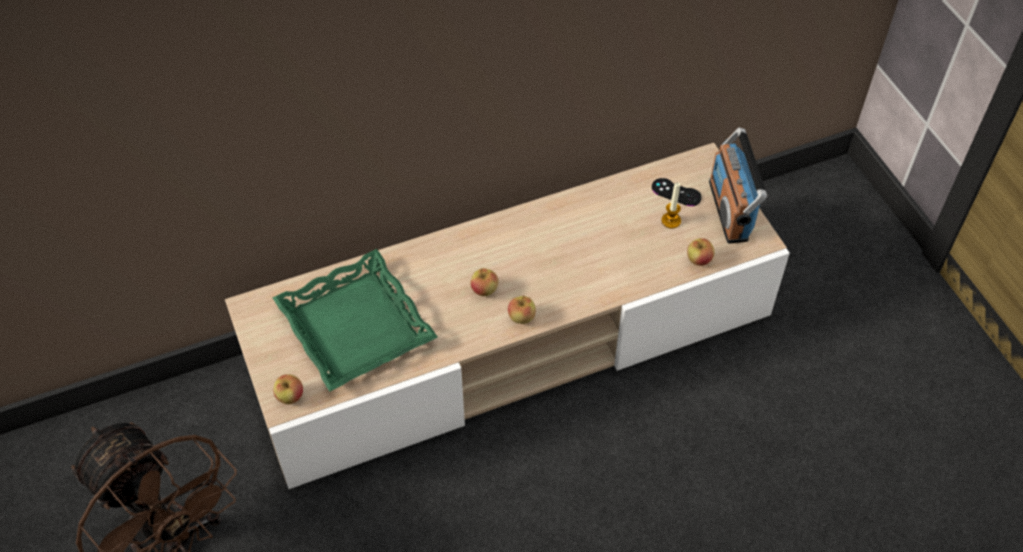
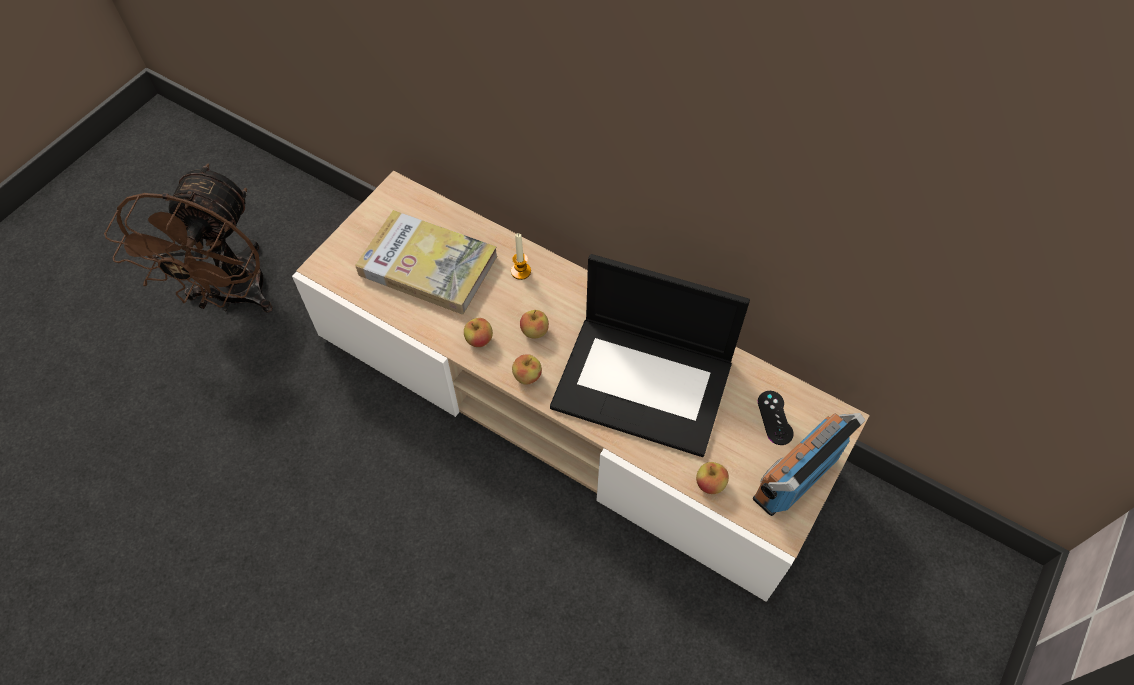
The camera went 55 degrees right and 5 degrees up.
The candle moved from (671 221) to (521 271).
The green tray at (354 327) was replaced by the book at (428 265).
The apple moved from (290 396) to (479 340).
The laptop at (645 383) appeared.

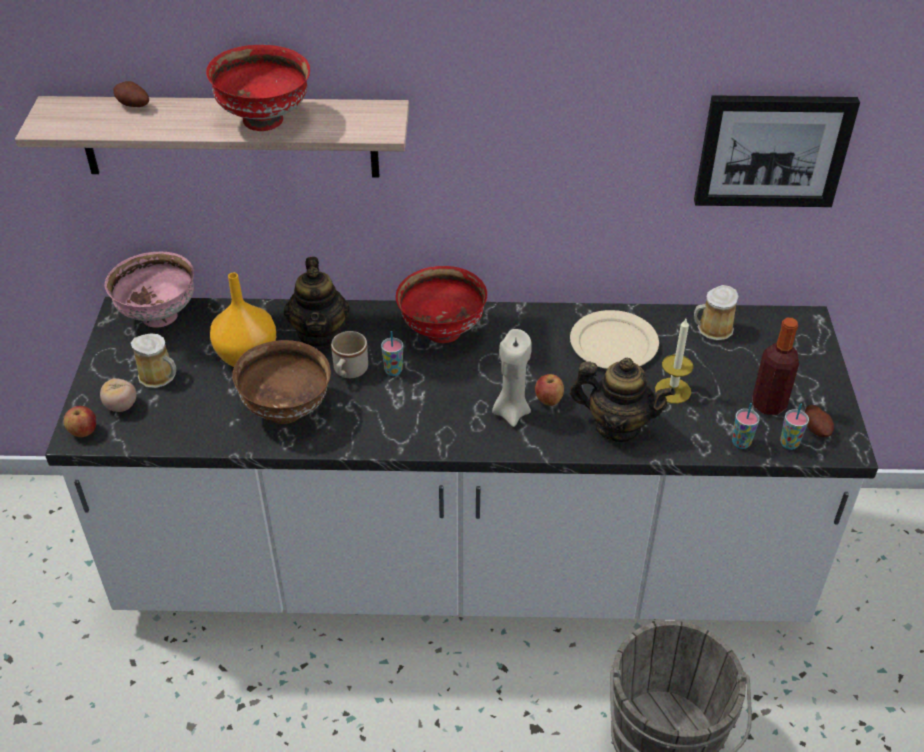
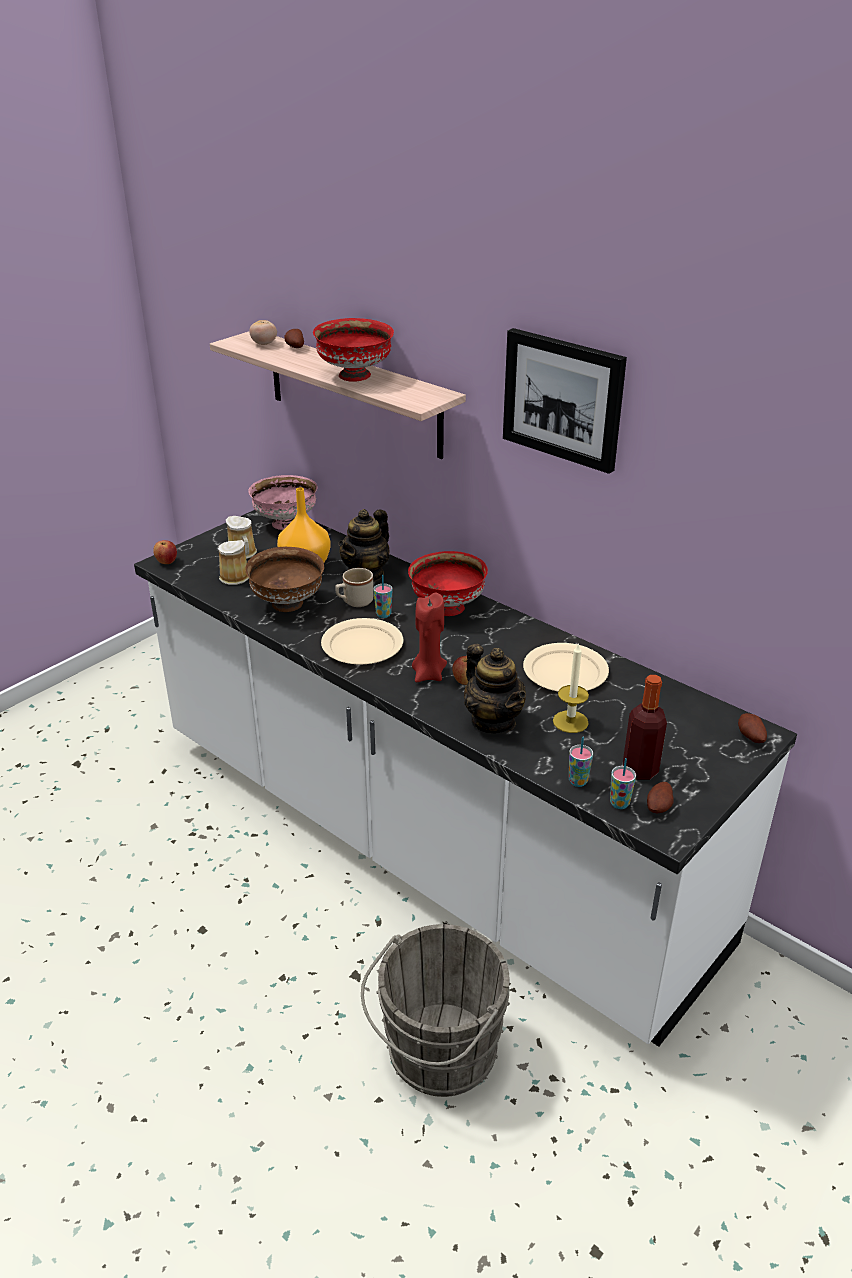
The camera went 40 degrees right and 10 degrees down.
The picture moved from (772 150) to (563 399).
The mug moved from (712 329) to (233 577).
The beige candle at (511 412) became the red candle at (428 674).
The tomato moved from (121 406) to (264 344).
The beige plate at (362 645) appeared.
The potato at (750 737) appeared.

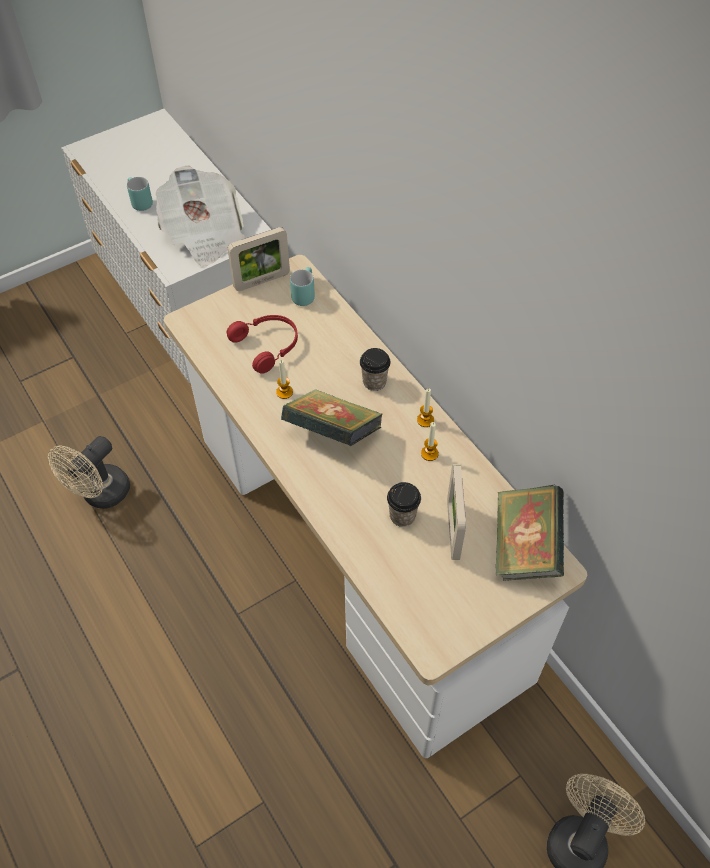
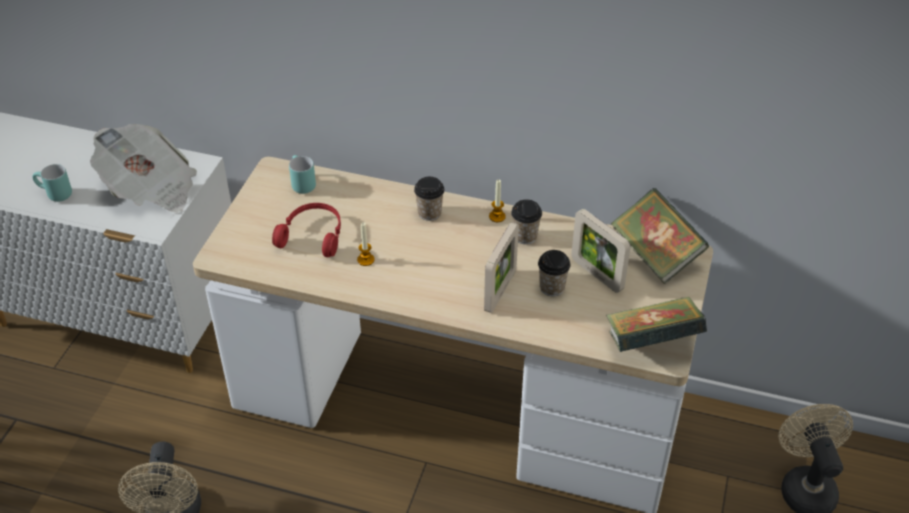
The camera went 40 degrees left and 10 degrees down.
The picture frame moved from (262 281) to (500 291).
The book moved from (332 433) to (651 343).
The candle at (429 453) was replaced by the cup at (525 236).

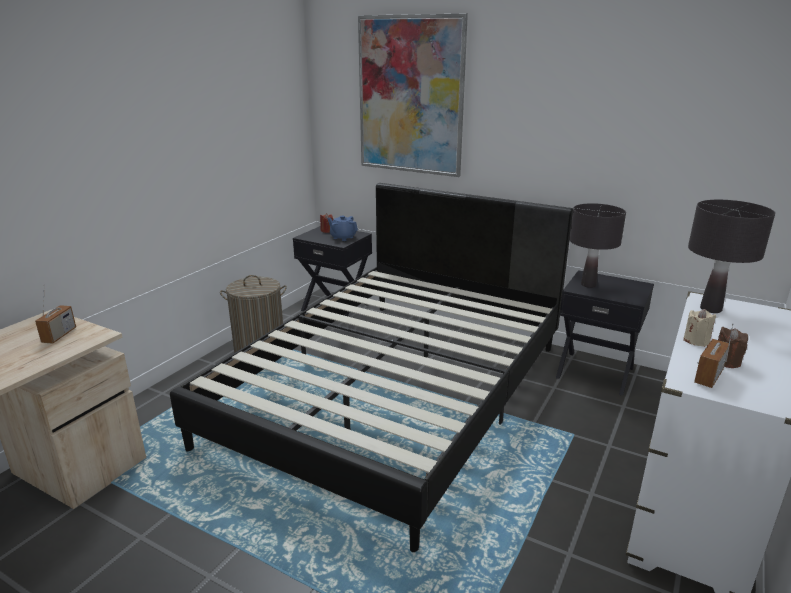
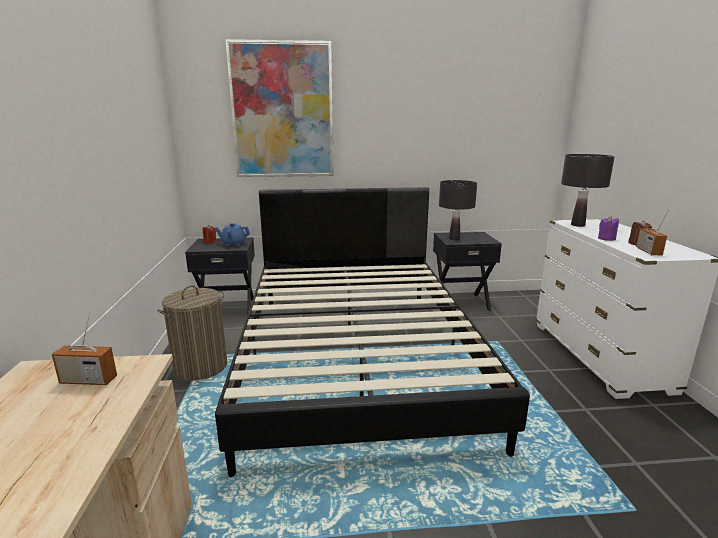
The camera went 35 degrees left and 5 degrees down.
The radio at (59 335) turned 120 degrees clockwise.
The beige candle at (696 341) became the purple candle at (606 239).

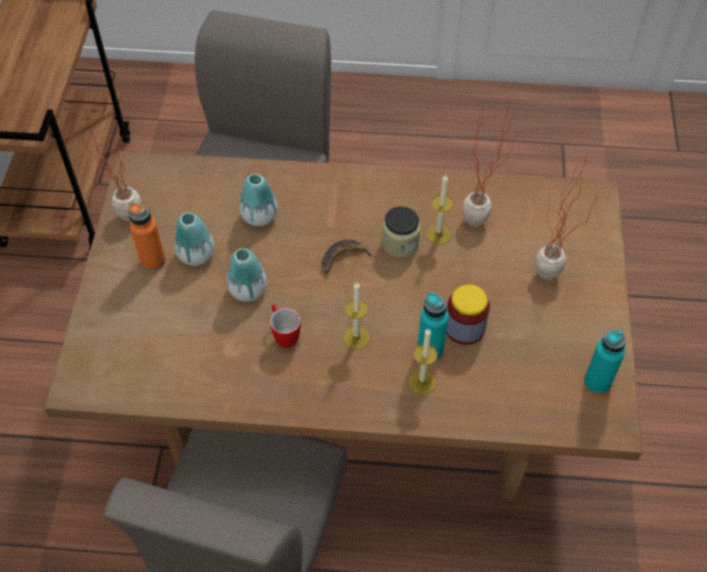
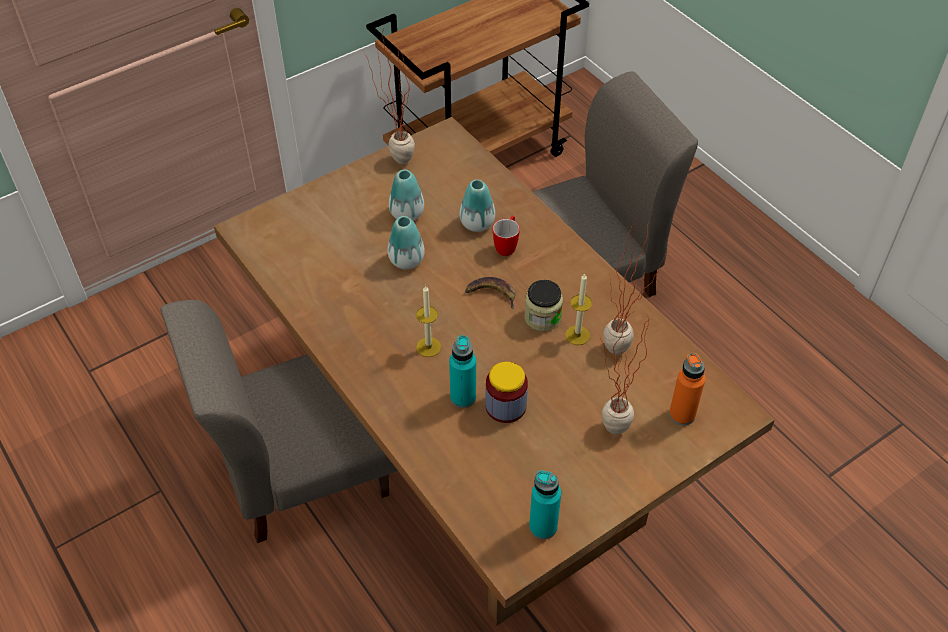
The camera went 50 degrees right and 5 degrees down.
The orange bottle moved from (153 261) to (682 414).
The mug moved from (284 335) to (507 246).
The candle at (422 382) disappeared.

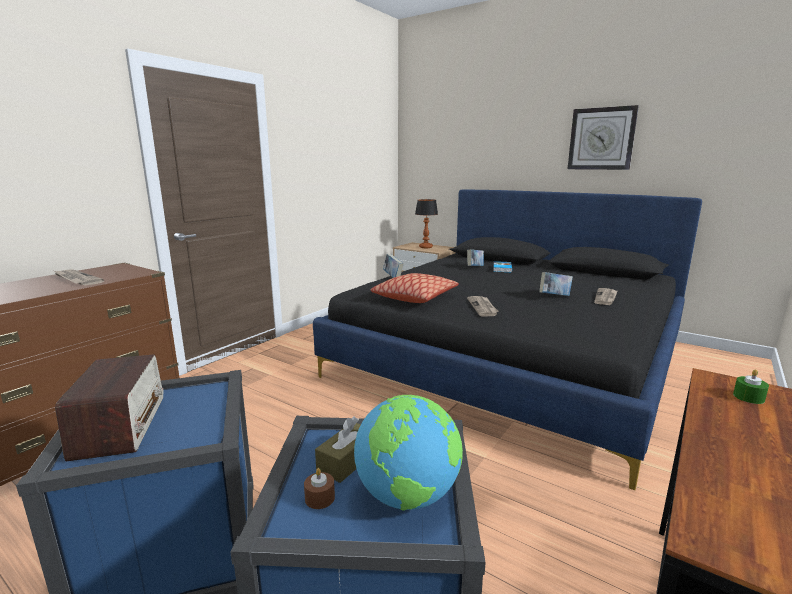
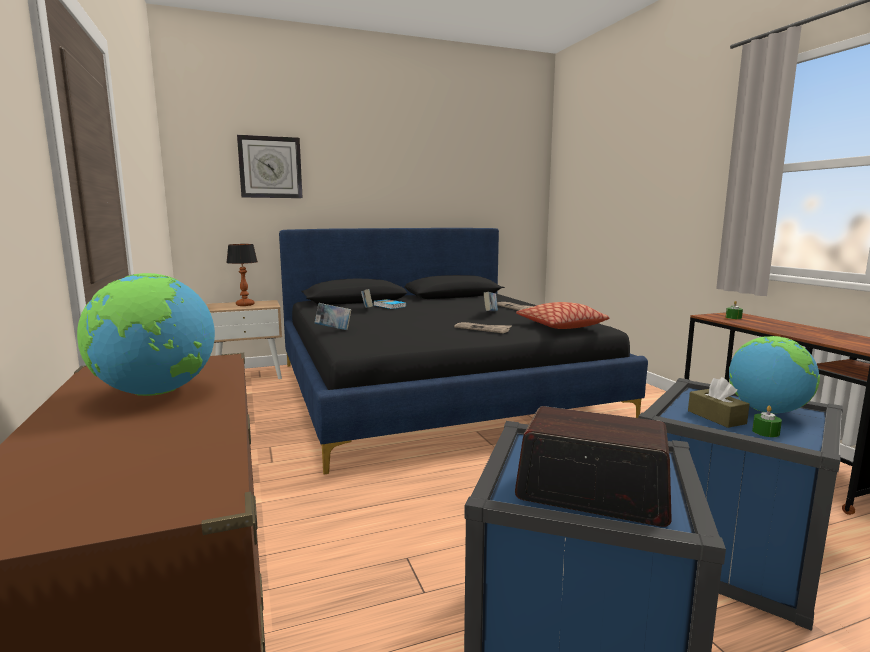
The camera went 55 degrees left and 5 degrees down.
The wall clock moved from (601 139) to (270 167).
The newspaper at (76 279) was replaced by the globe at (155 393).
The pillow moved from (415 297) to (560 326).
The brown candle at (320 498) became the green candle at (765 432).

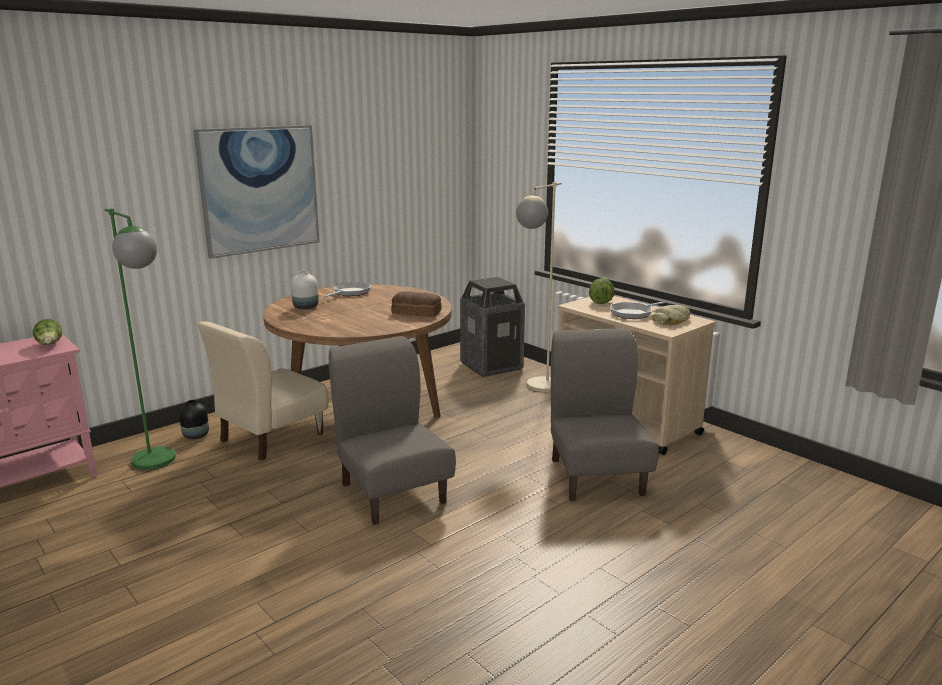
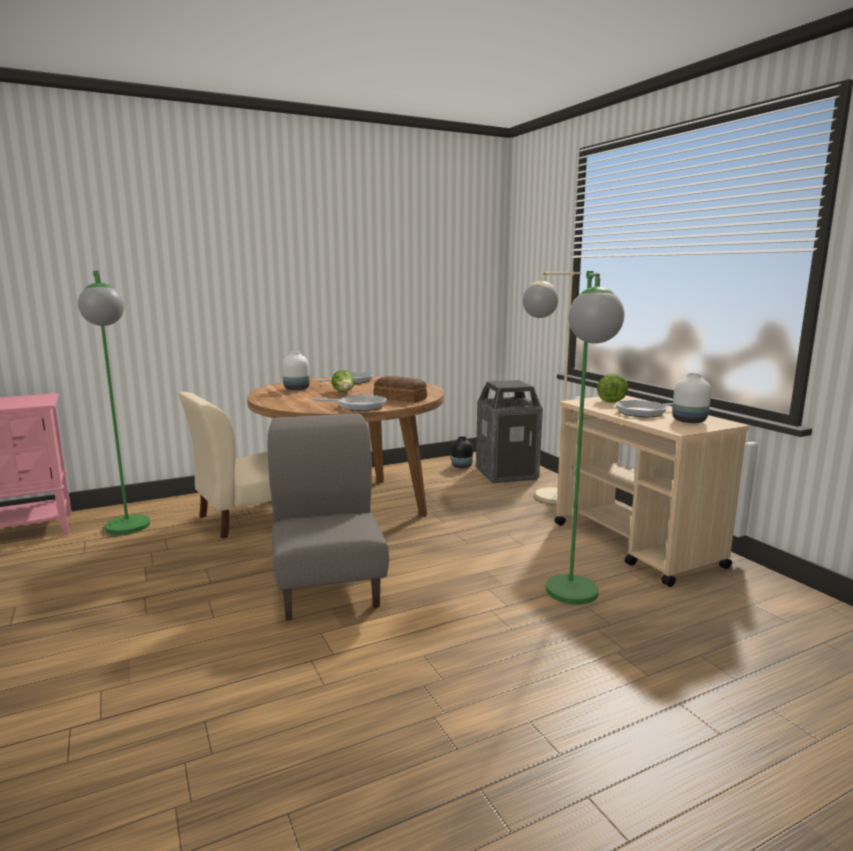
The camera went 15 degrees right and 5 degrees down.
The picture at (259 189) disappeared.
The bread at (671 320) was replaced by the white vase at (690 421).
The lettuce moved from (50 345) to (344 392).
The grey chair at (596 476) was replaced by the green floor lamp at (574 601).
The black vase moved from (196 435) to (461 466).
The frying pan at (359 406) appeared.

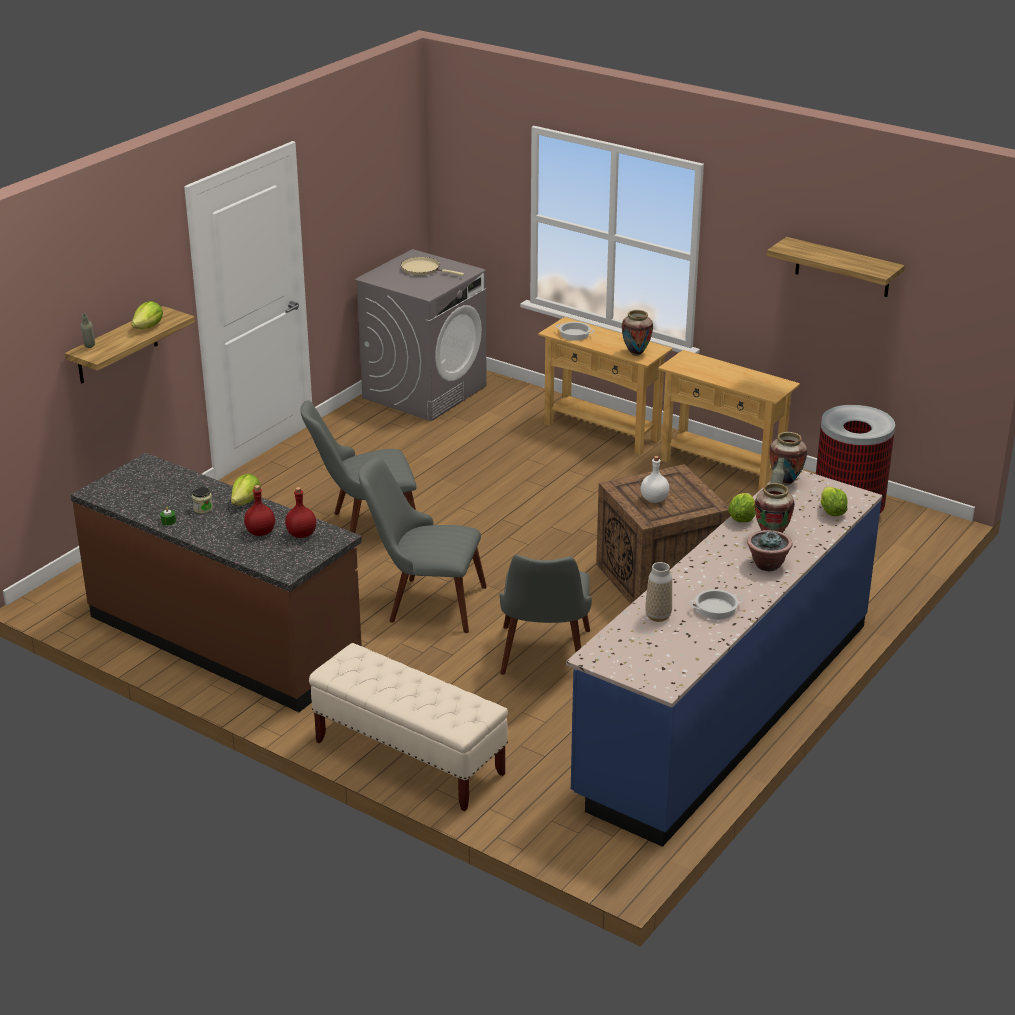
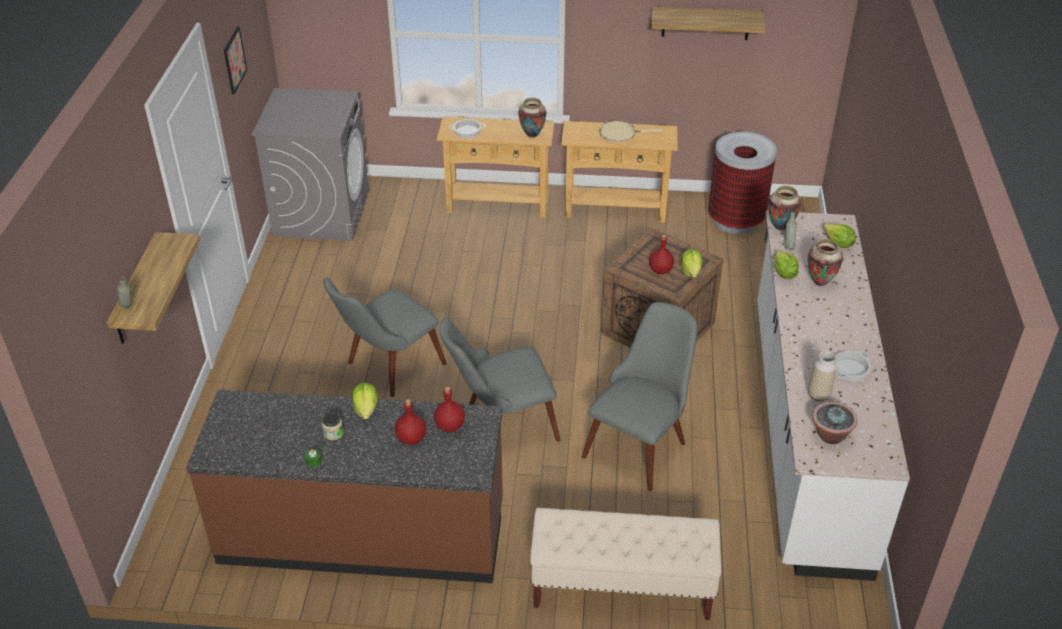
The camera went 30 degrees left and 10 degrees up.
The beige frying pan moved from (423 269) to (620 134).
The lettuce moved from (148 327) to (691 271).
The white bottle at (653 499) became the red bottle at (660 270).
The blue counter at (725 708) became the white counter at (806 430).
The potted plant moved from (767 564) to (830 435).
The grey chair at (544 660) turned 120 degrees counterclockwise.
The picture at (234 60) appeared.

